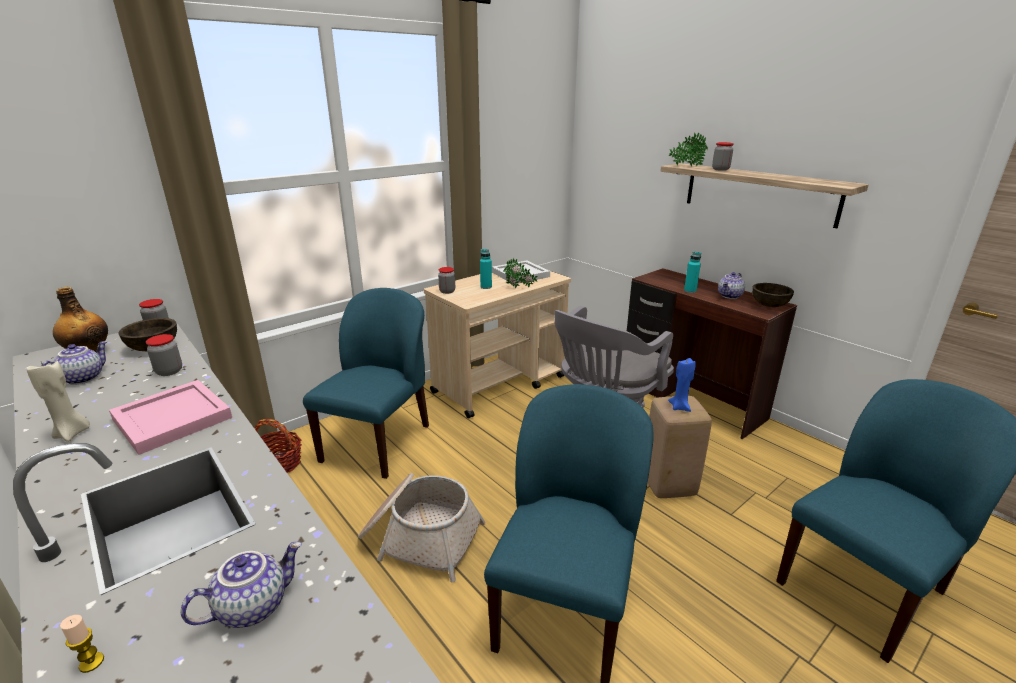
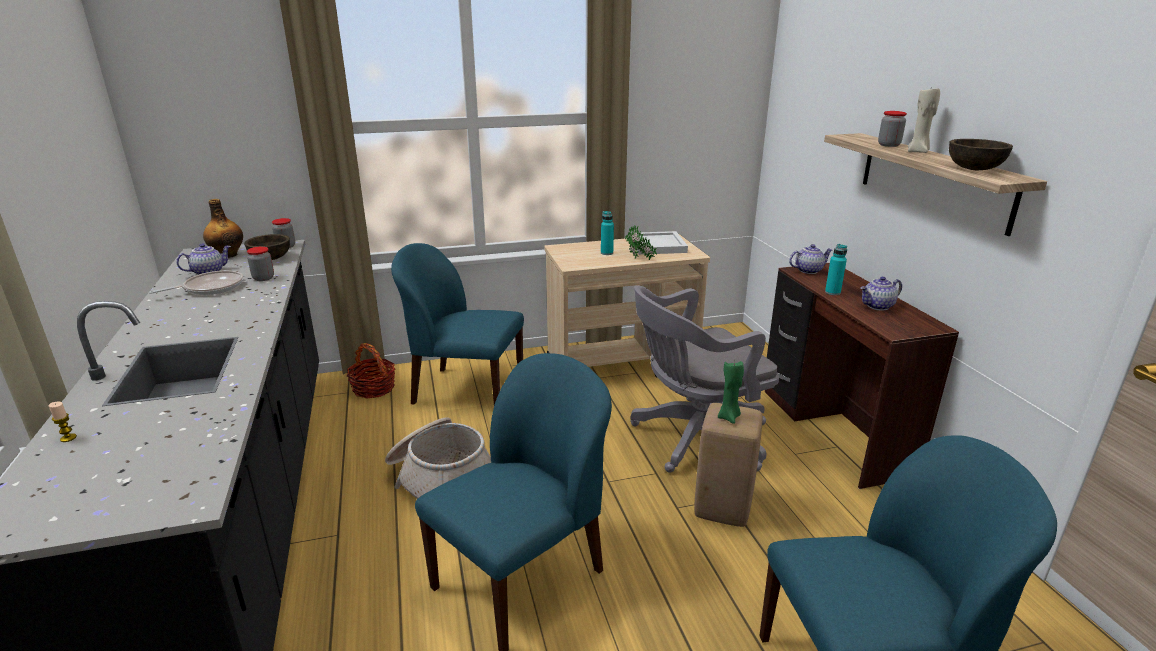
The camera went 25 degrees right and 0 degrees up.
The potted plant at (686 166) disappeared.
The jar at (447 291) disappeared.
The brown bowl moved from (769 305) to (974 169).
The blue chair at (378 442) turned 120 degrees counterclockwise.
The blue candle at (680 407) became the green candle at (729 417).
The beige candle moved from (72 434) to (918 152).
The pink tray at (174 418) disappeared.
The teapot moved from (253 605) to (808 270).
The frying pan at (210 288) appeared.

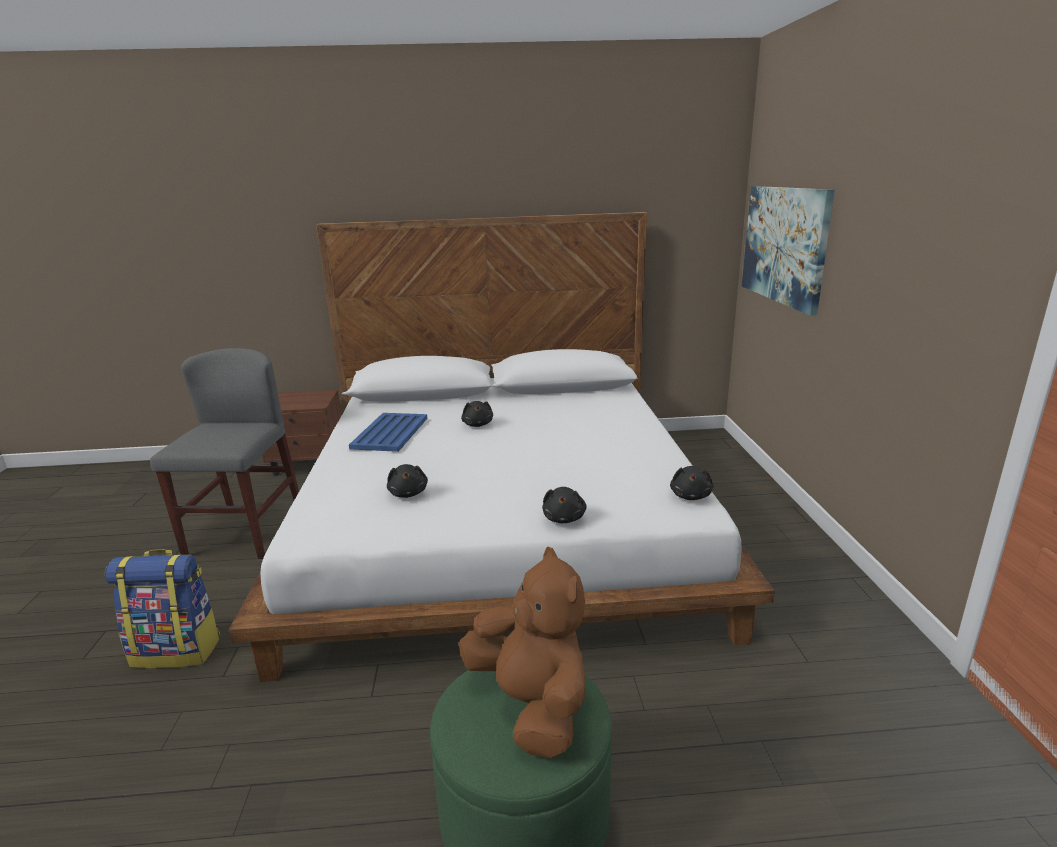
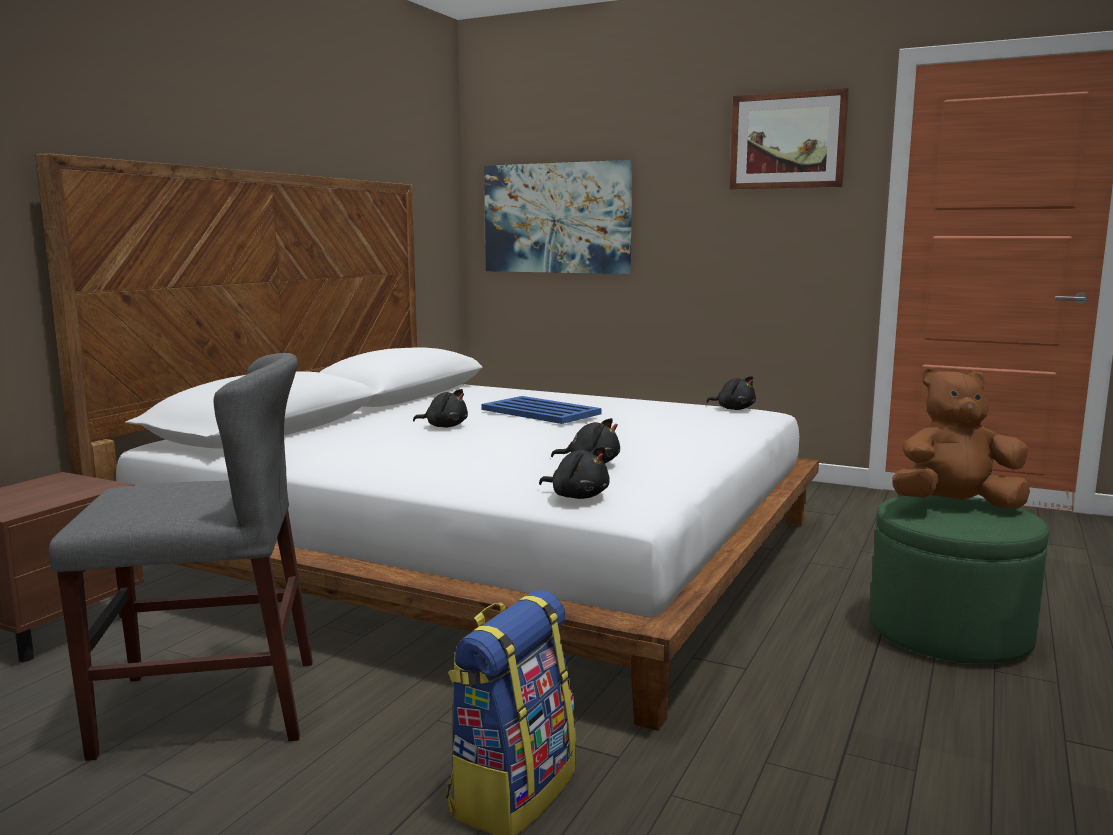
The camera went 60 degrees left and 10 degrees down.
The grey chair at (245 532) turned 135 degrees clockwise.
The blue tray moved from (391 432) to (540 411).
The black plush toy moved from (564 518) to (577 496).
The picture at (787 141) appeared.

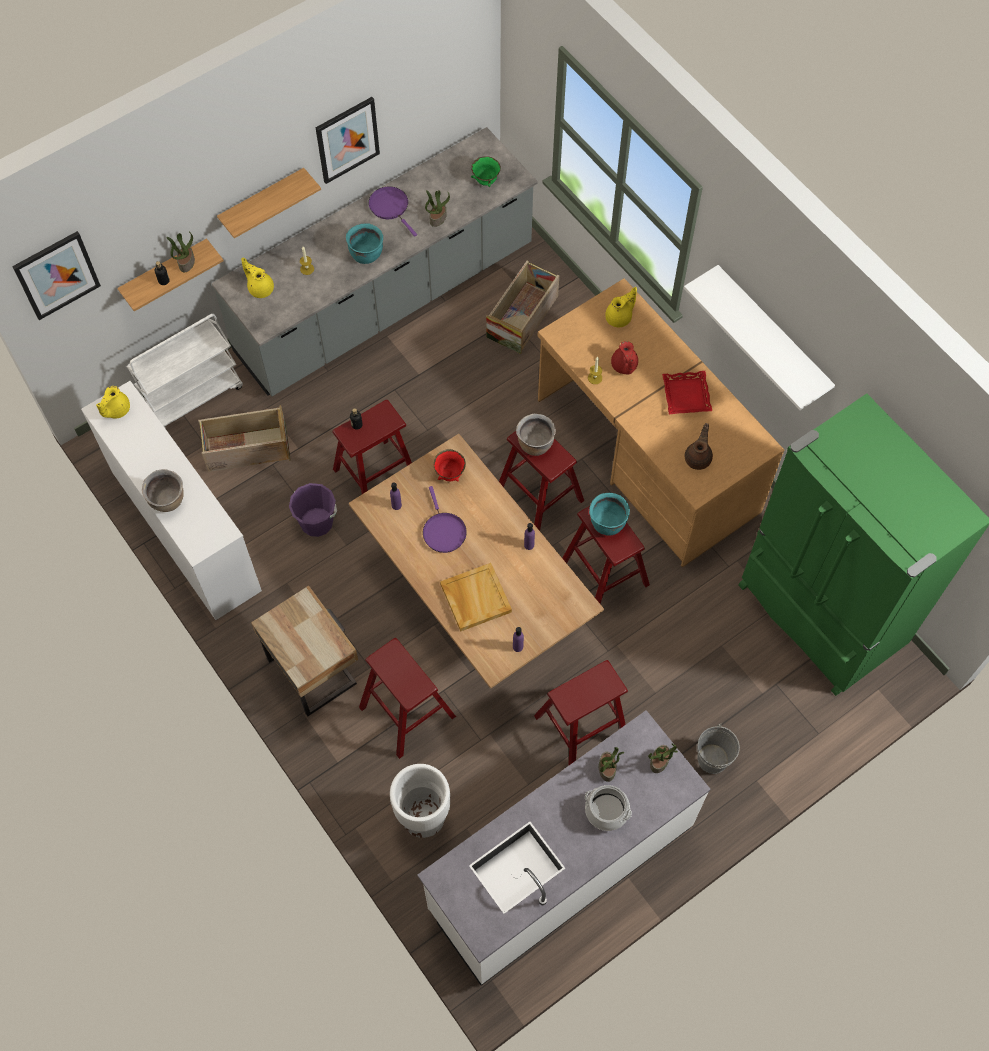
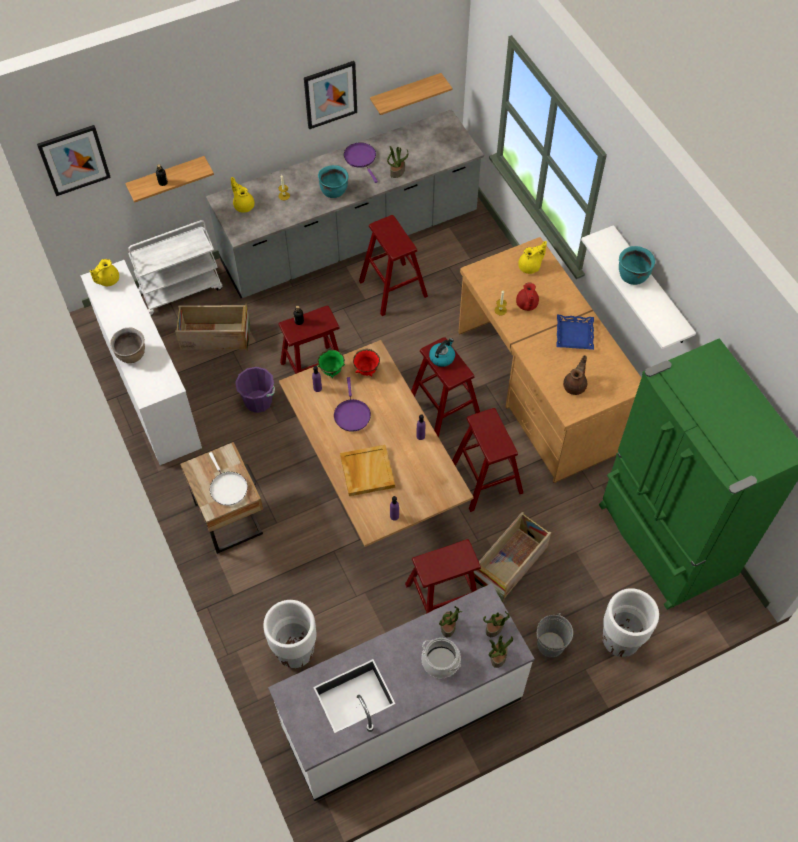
The camera went 10 degrees right and 5 degrees down.
The green bowl moved from (485 181) to (331 371).
The shelf moved from (263 202) to (405 95).
The potted plant moved from (186 262) to (498 656).
The crate moved from (523 316) to (510 563).
The red tray at (686 395) became the blue tray at (575 335).
The brown cooking pot at (535 444) was replaced by the kettle at (442 357).
The turquoise cooking pot moved from (607 523) to (632 276).
The red stool moved from (407 711) to (393 288).
The white frying pan at (227 488) appeared.
The white planter at (620 641) appeared.

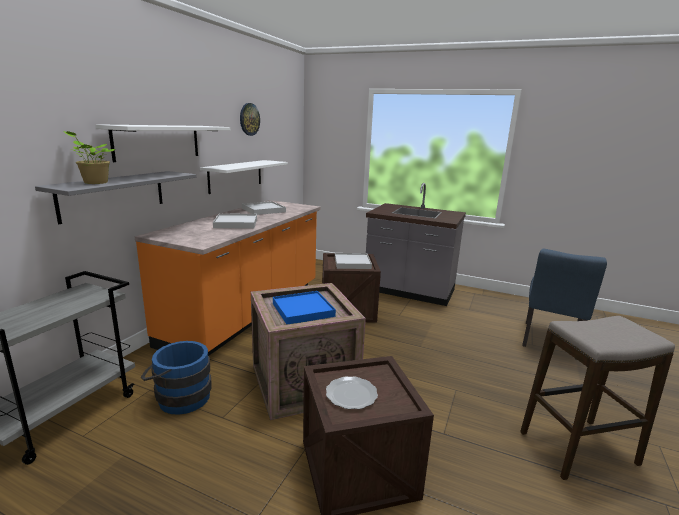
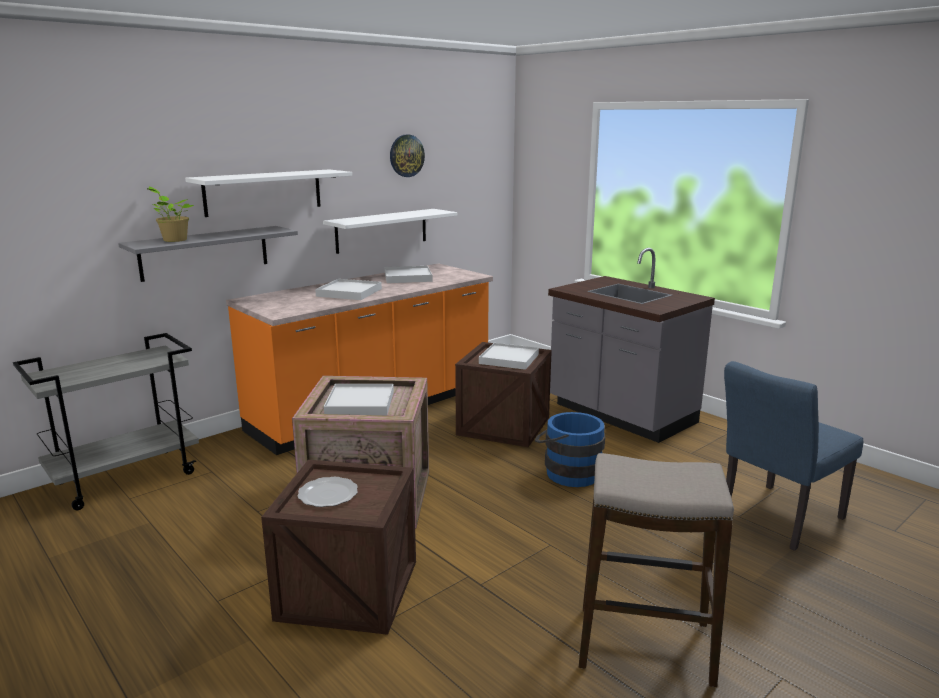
The camera went 25 degrees right and 0 degrees up.
The blue tray at (303 310) became the white tray at (360 403).
The blue bucket moved from (179 397) to (567 472).

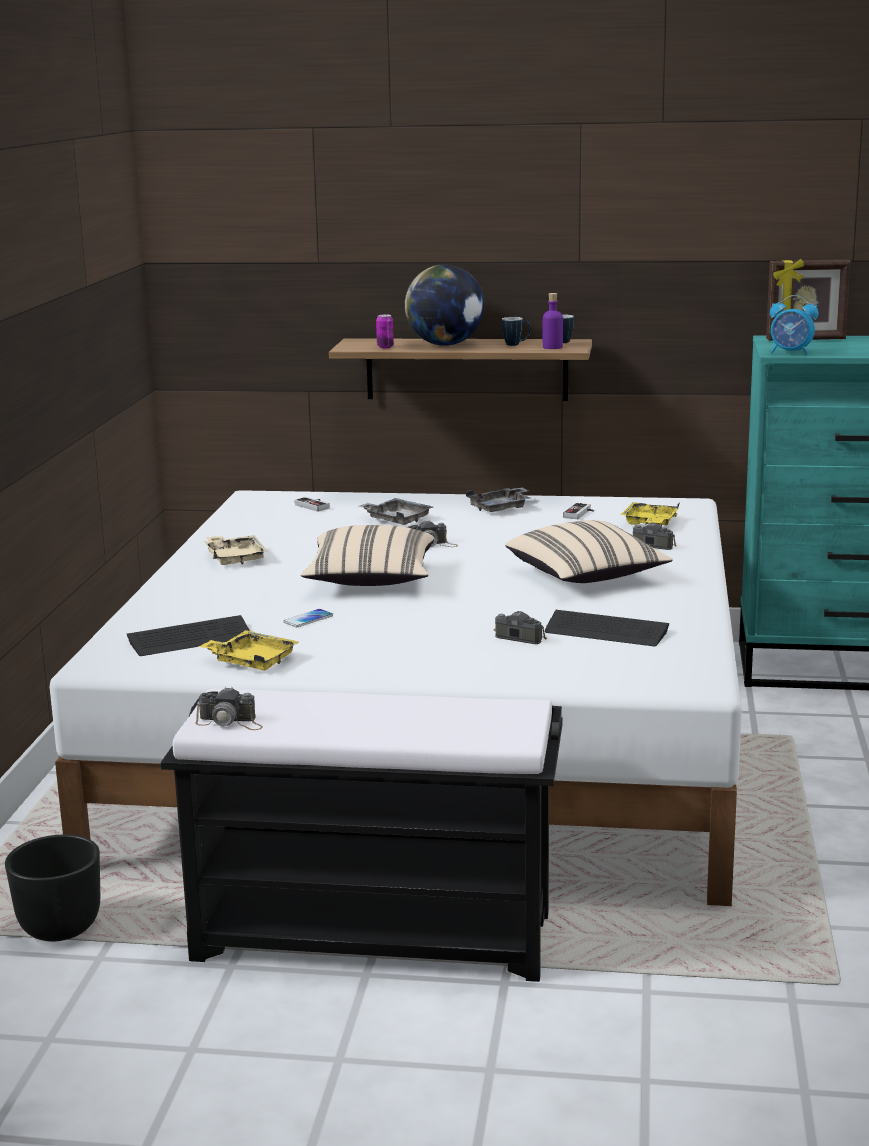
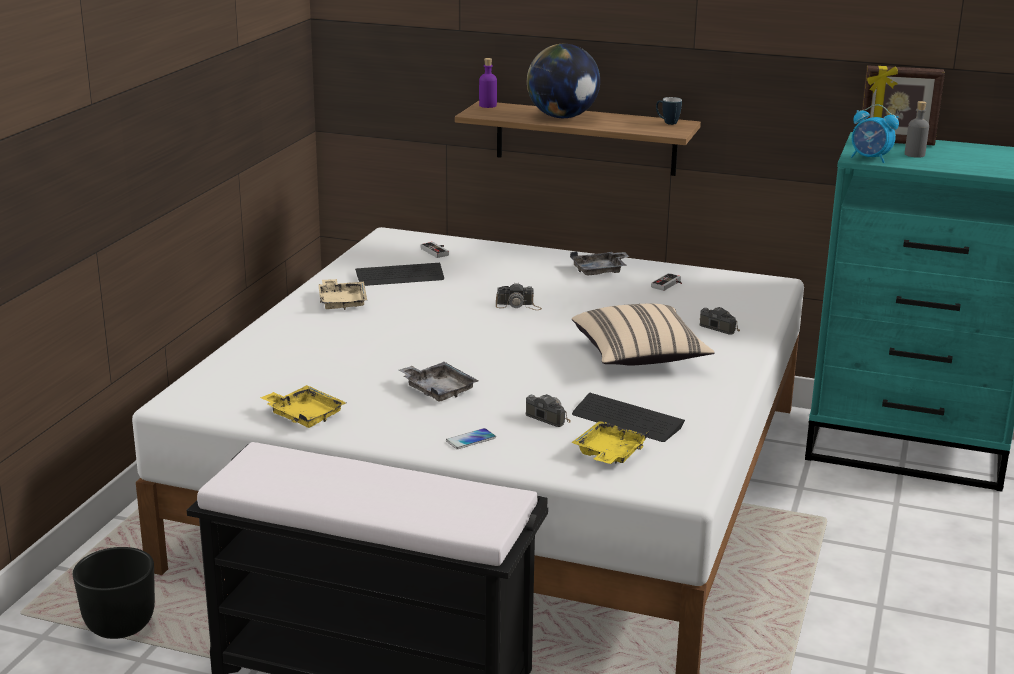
The camera went 10 degrees right and 5 degrees up.
The purple bottle moved from (552 347) to (487 105).
The can at (385 347) disappeared.
The mug at (516 344) disappeared.
The grey tray moved from (396 519) to (438 390).
The yellow tray moved from (649 524) to (609 454).
The beige pillow at (370 581) disappeared.
The phone moved from (308 619) to (471 440).
The keyboard moved from (190 639) to (400 277).
The photo camera at (230 722) disappeared.
The grey bottle at (914 154) appeared.

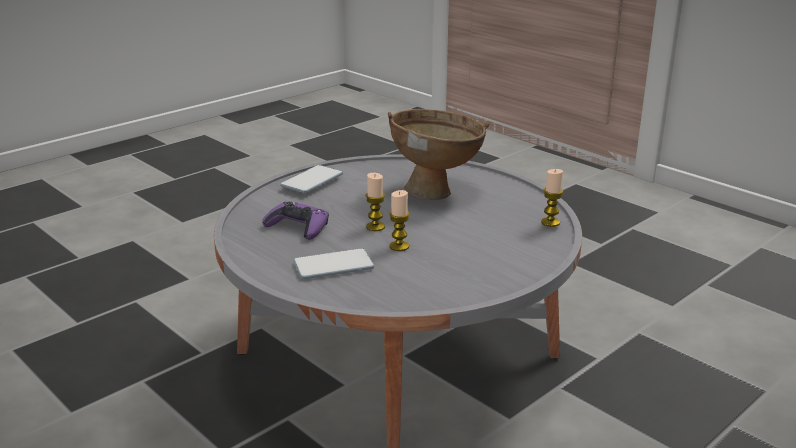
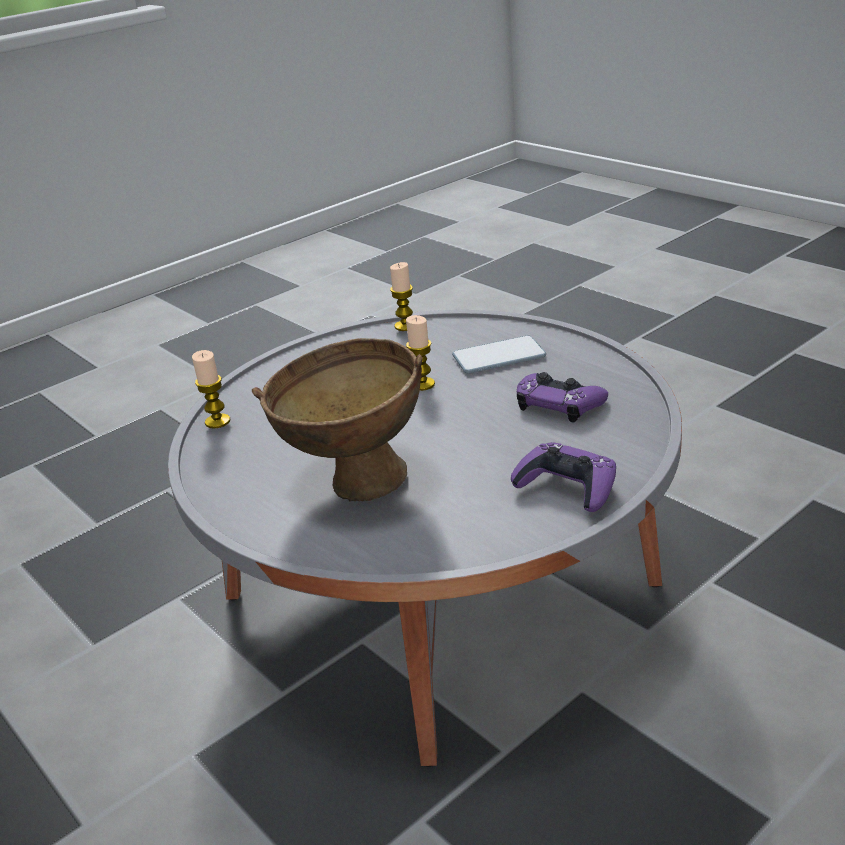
The camera went 175 degrees left and 5 degrees up.
The phone at (312 180) was replaced by the purple game controller at (567 486).
The candle moved from (375 227) to (405 326).

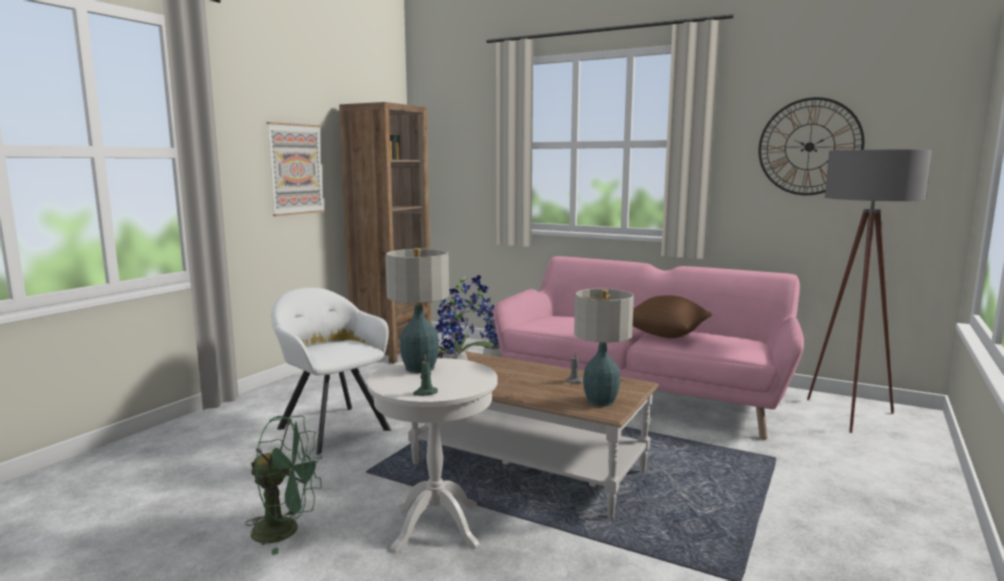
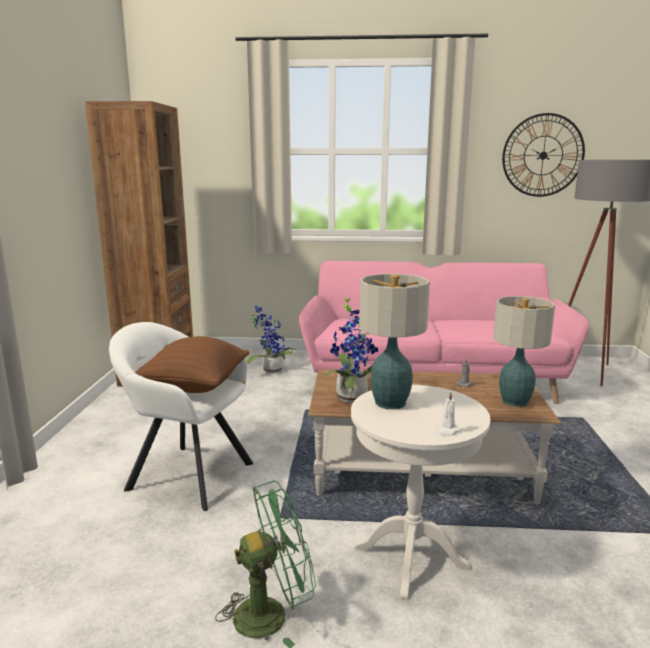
The camera went 25 degrees left and 5 degrees up.
The picture at (295 169) disappeared.
The brown pillow moved from (665 335) to (195 387).
The green candle at (425 393) became the white candle at (447 431).

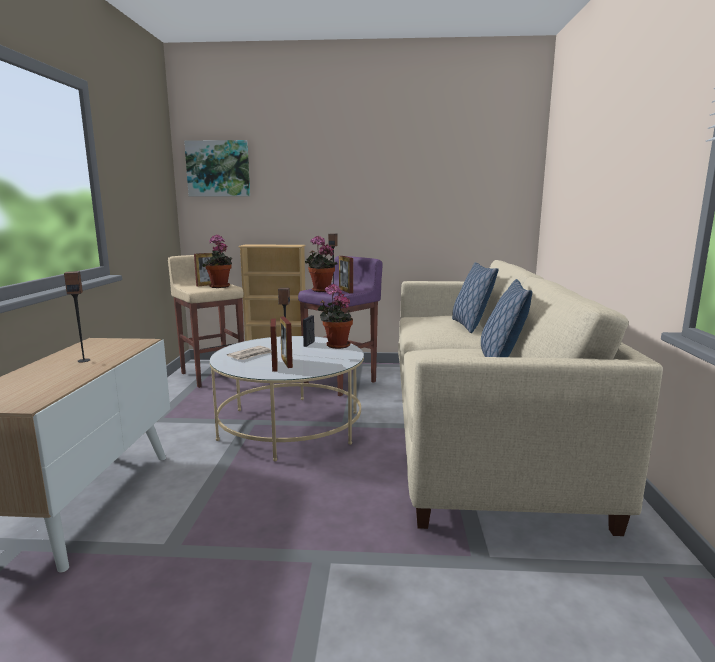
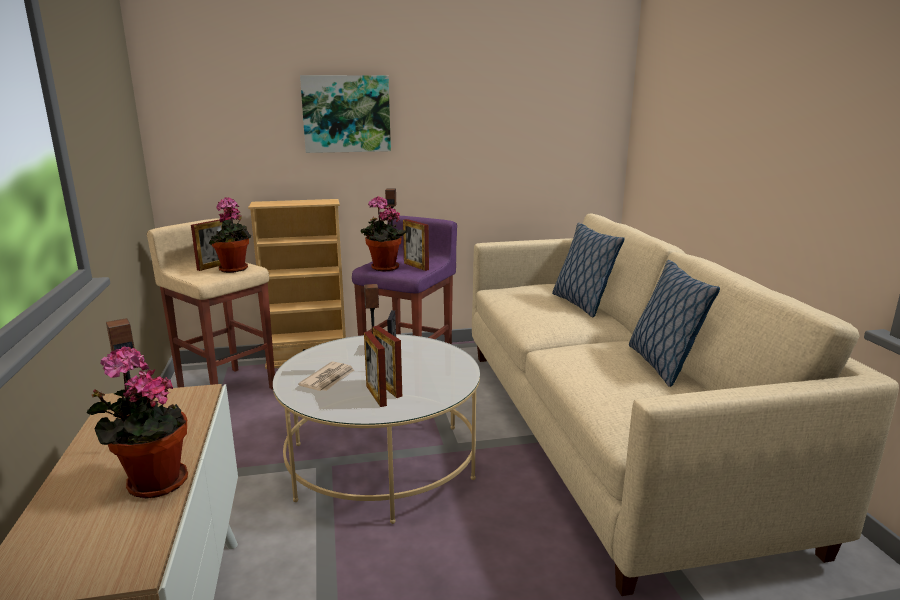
The camera went 15 degrees left and 5 degrees up.
The picture moved from (218 169) to (346 114).
The potted plant moved from (335 345) to (152 483).

